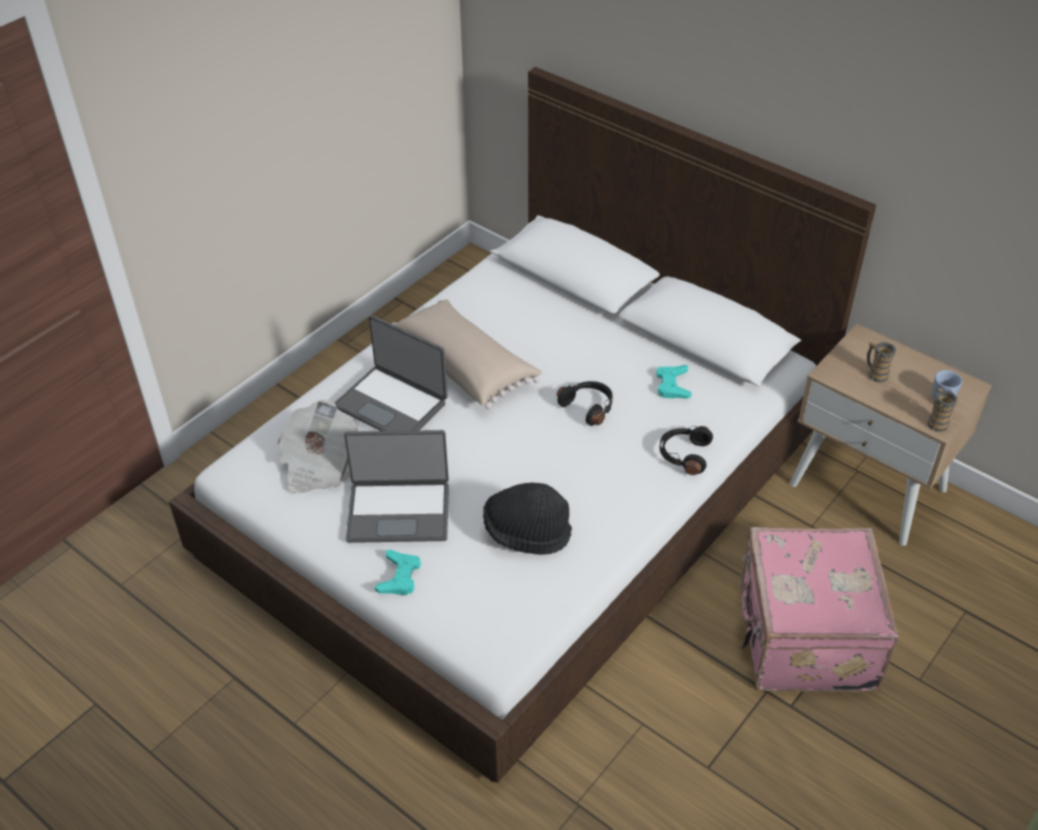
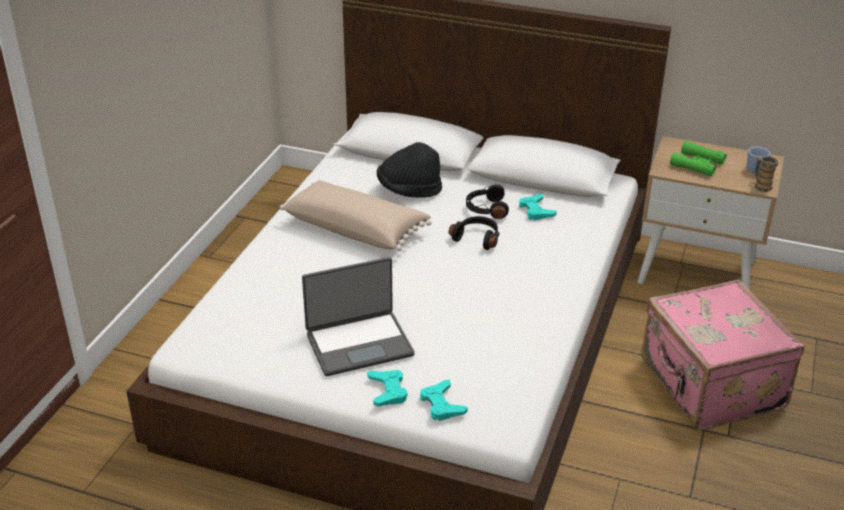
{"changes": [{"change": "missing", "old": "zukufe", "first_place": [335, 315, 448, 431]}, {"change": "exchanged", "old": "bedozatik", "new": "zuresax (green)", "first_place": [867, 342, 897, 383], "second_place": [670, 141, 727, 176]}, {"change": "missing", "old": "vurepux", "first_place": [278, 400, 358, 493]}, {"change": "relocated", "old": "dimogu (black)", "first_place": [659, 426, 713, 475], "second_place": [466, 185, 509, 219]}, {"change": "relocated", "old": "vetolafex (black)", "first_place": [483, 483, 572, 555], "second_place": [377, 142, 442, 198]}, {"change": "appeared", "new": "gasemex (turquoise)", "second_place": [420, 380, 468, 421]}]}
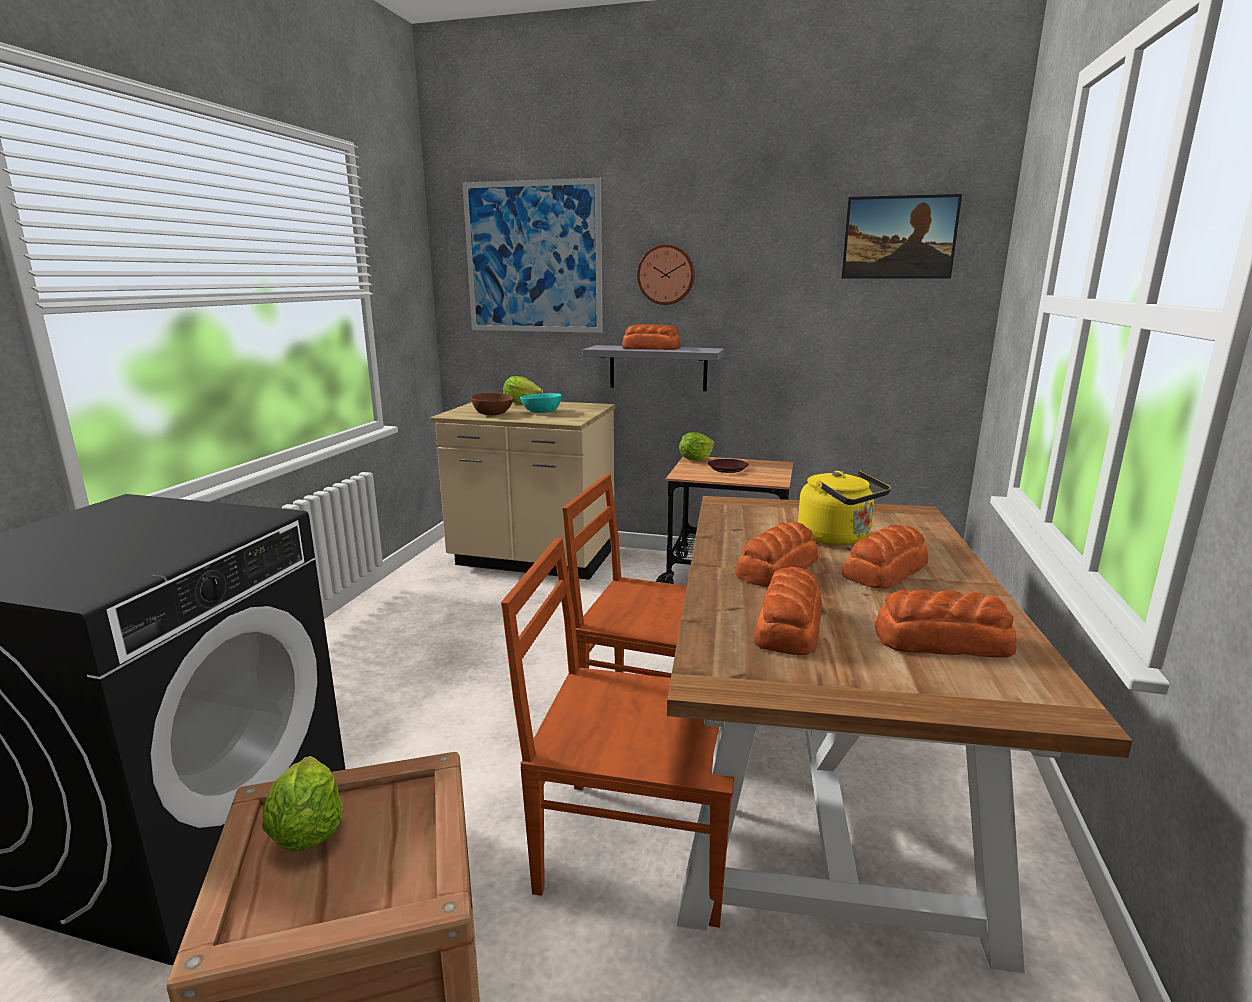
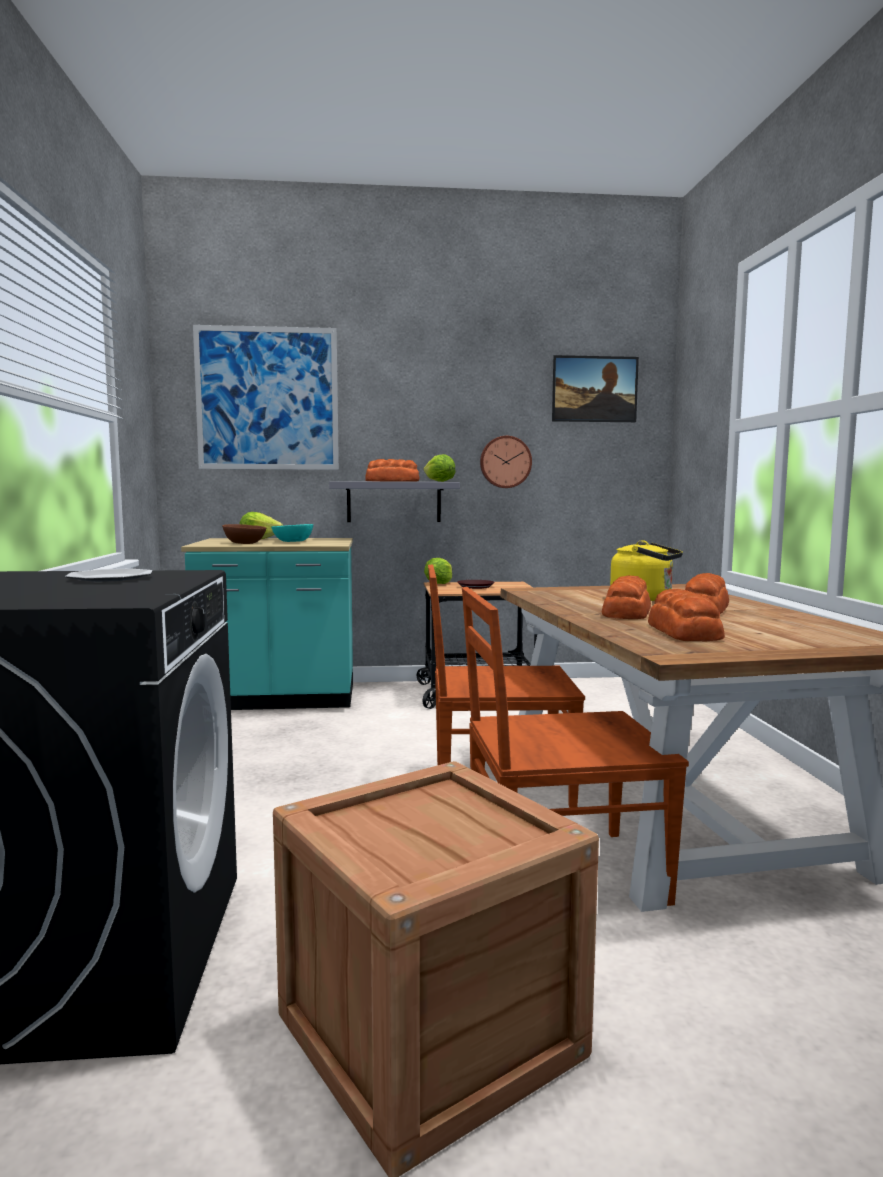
{"changes": [{"change": "relocated", "old": "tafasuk", "first_place": [637, 244, 695, 305], "second_place": [480, 436, 532, 488]}, {"change": "colour", "old": "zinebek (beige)", "new": "zinebek (turquoise)", "first_place": [430, 402, 615, 580], "second_place": [181, 538, 353, 710]}, {"change": "missing", "old": "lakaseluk", "first_place": [875, 590, 1017, 658]}, {"change": "relocated", "old": "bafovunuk", "first_place": [262, 756, 343, 851], "second_place": [423, 454, 456, 482]}, {"change": "appeared", "new": "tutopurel", "second_place": [65, 569, 152, 582]}]}
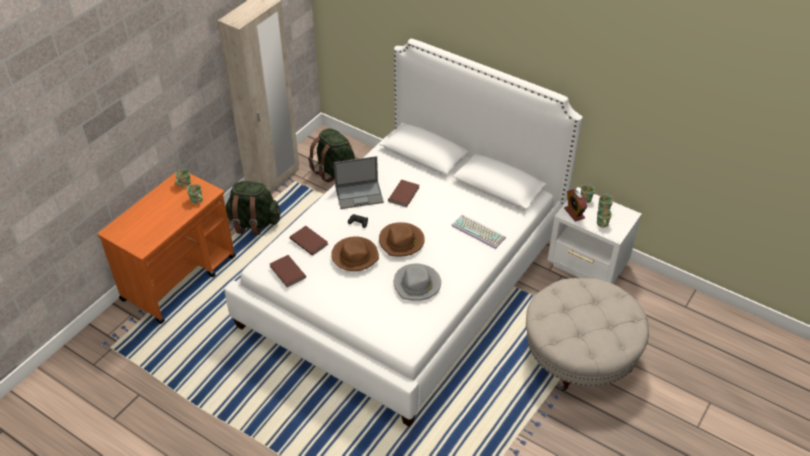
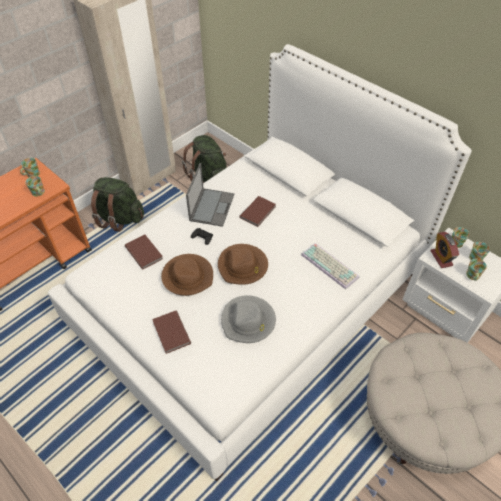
{"changes": [{"change": "spun", "old": "zukufe", "first_place": [334, 156, 384, 209], "second_place": [186, 163, 234, 227], "degrees": -75}, {"change": "relocated", "old": "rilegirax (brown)", "first_place": [270, 255, 306, 287], "second_place": [152, 310, 191, 354]}]}
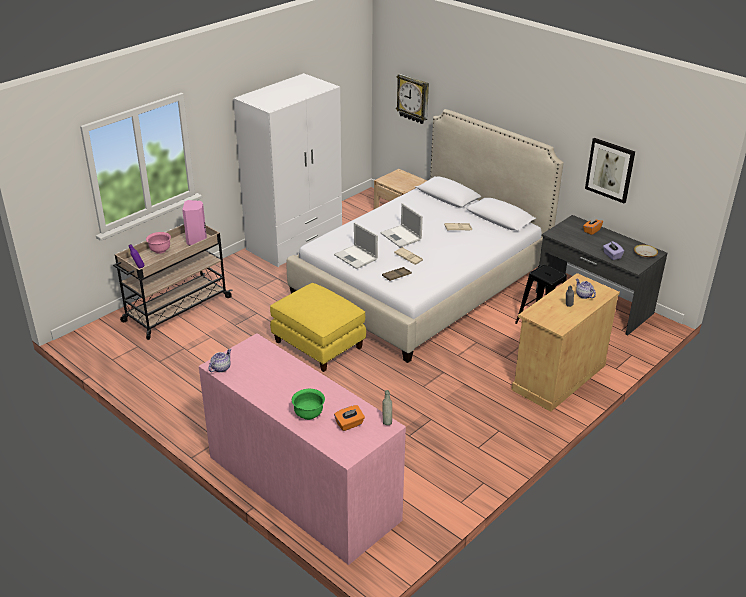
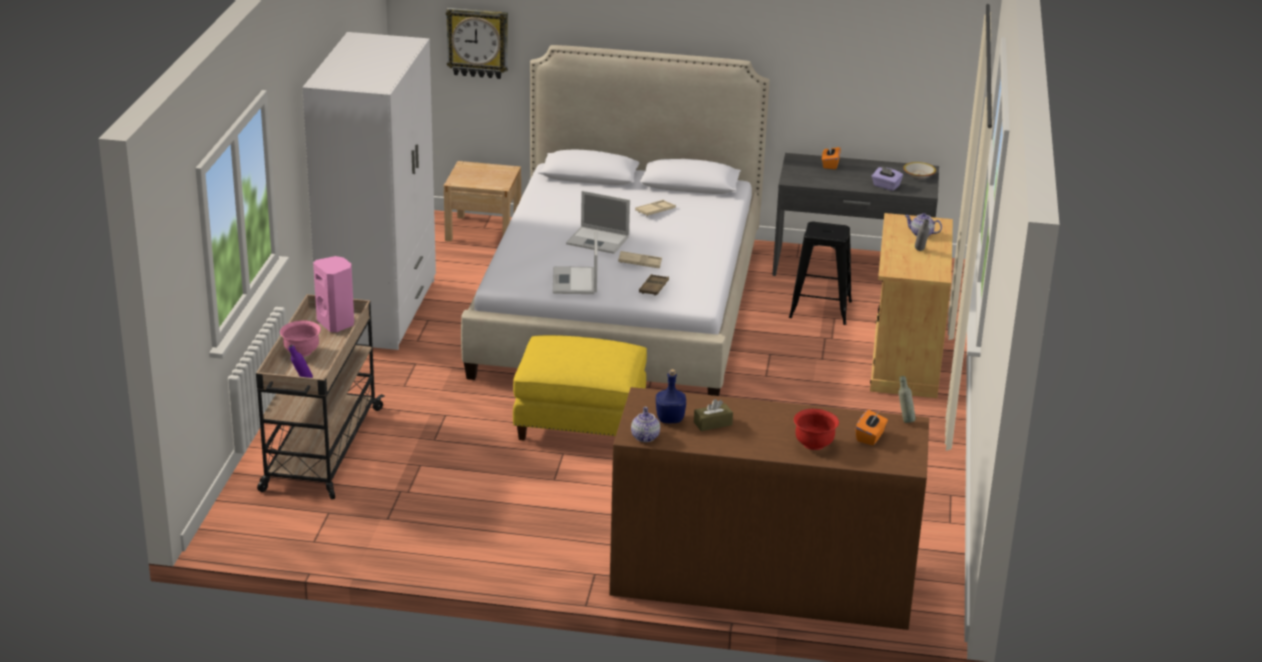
{"changes": [{"change": "missing", "old": "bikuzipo", "first_place": [585, 138, 635, 204]}, {"change": "spun", "old": "zukufe", "first_place": [334, 222, 378, 269], "second_place": [553, 231, 598, 294], "degrees": 75}, {"change": "colour", "old": "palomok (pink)", "new": "palomok (brown)", "first_place": [199, 333, 406, 565], "second_place": [609, 387, 929, 630]}, {"change": "colour", "old": "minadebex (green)", "new": "minadebex (red)", "first_place": [292, 389, 325, 420], "second_place": [794, 409, 839, 450]}, {"change": "appeared", "new": "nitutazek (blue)", "second_place": [656, 369, 686, 423]}, {"change": "appeared", "new": "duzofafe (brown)", "second_place": [694, 399, 733, 431]}]}
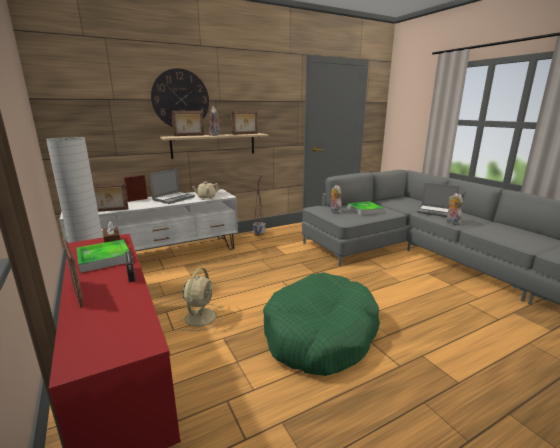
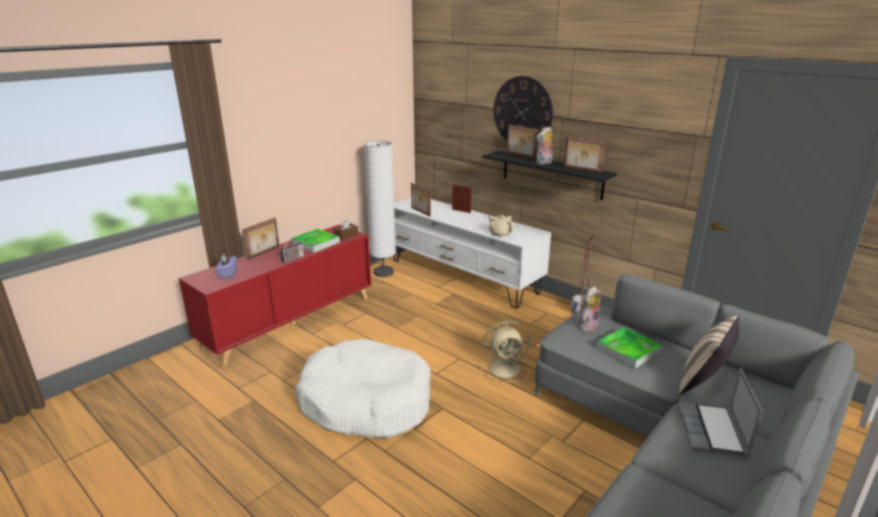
{"changes": [{"change": "colour", "old": "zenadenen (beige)", "new": "zenadenen (black)", "first_place": [160, 133, 269, 159], "second_place": [482, 151, 617, 200]}, {"change": "missing", "old": "zukufe", "first_place": [149, 169, 195, 204]}, {"change": "missing", "old": "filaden", "first_place": [447, 193, 463, 225]}, {"change": "relocated", "old": "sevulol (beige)", "first_place": [179, 268, 224, 331], "second_place": [479, 321, 530, 383]}, {"change": "colour", "old": "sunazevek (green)", "new": "sunazevek (white)", "first_place": [263, 272, 380, 376], "second_place": [296, 339, 431, 438]}, {"change": "appeared", "new": "duzofafe (purple)", "second_place": [216, 254, 237, 278]}, {"change": "appeared", "new": "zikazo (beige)", "second_place": [679, 316, 739, 395]}]}
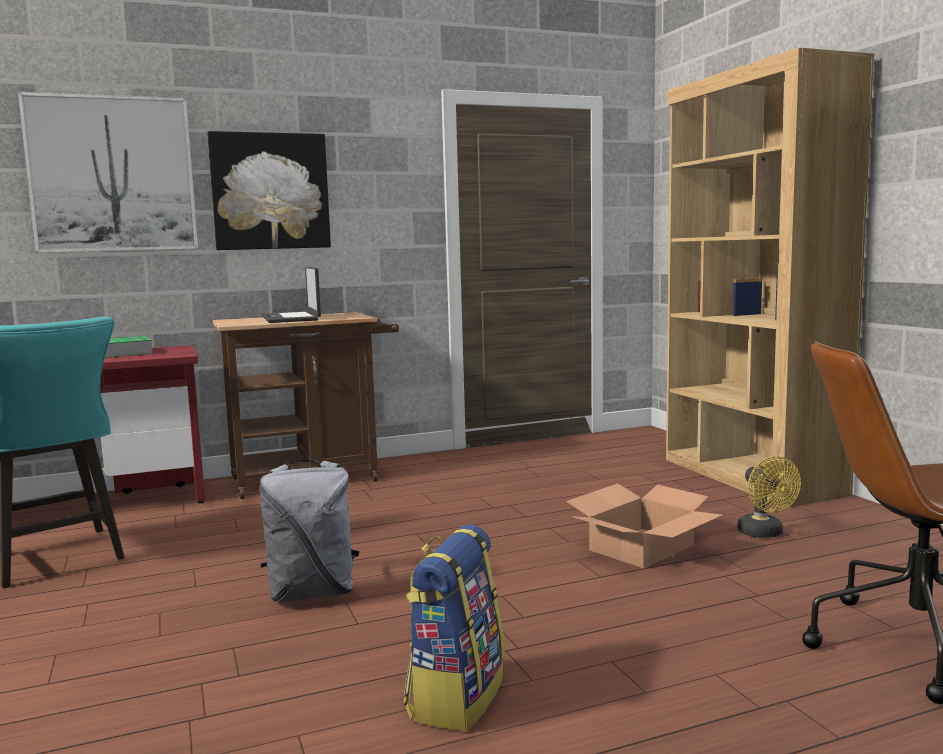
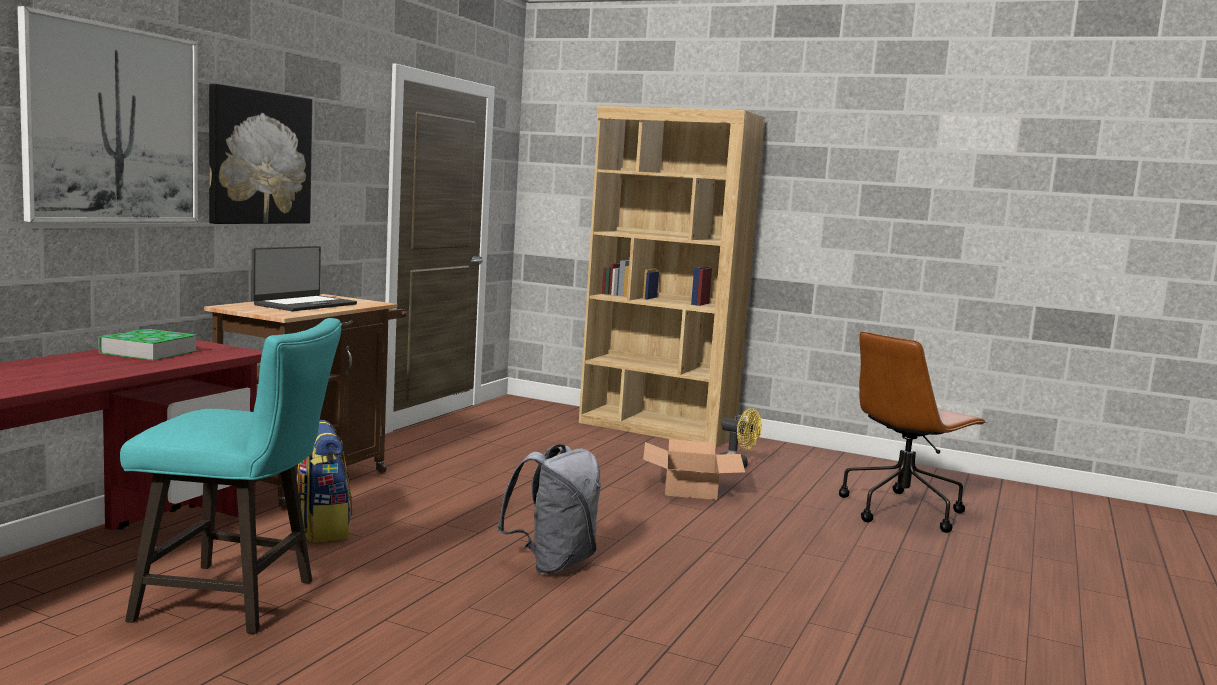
{"changes": [{"change": "spun", "old": "zukufe", "first_place": [262, 267, 321, 323], "second_place": [251, 246, 357, 311], "degrees": -90}, {"change": "relocated", "old": "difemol", "first_place": [404, 525, 505, 732], "second_place": [297, 420, 352, 543]}]}
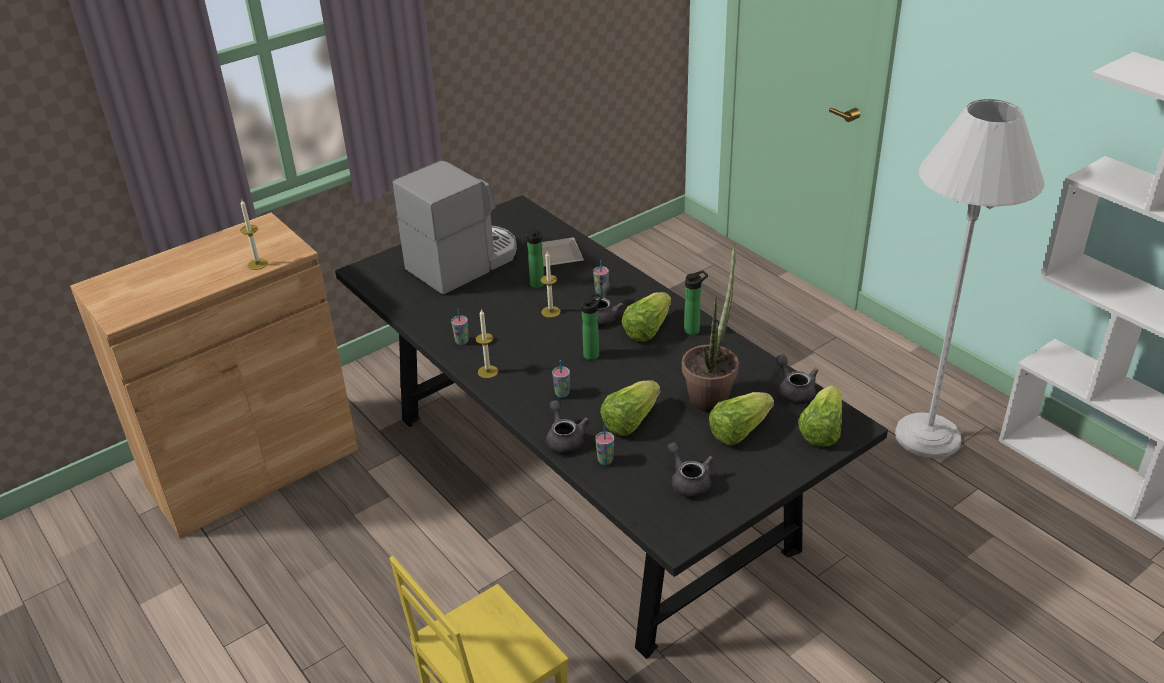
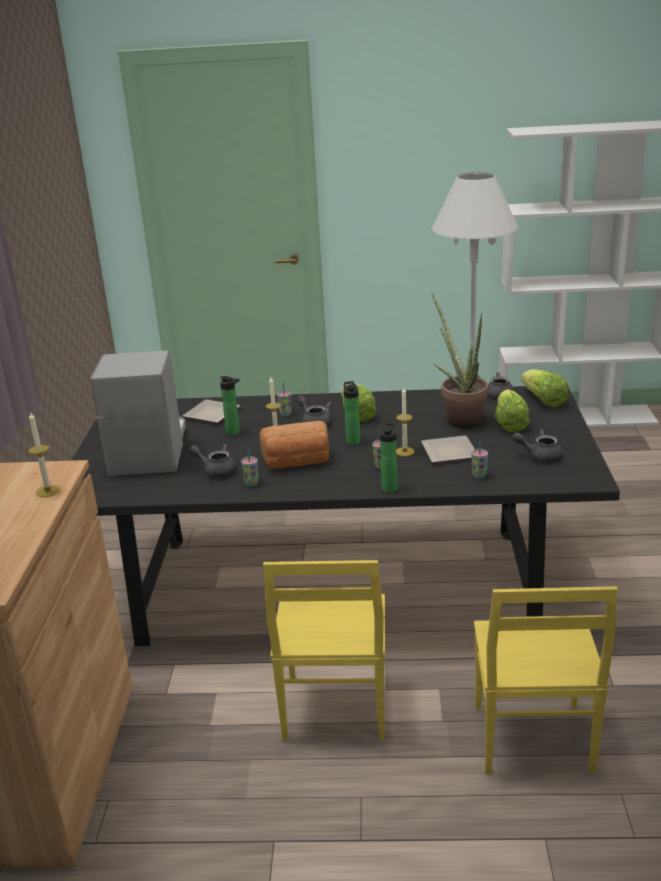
{"changes": [{"change": "relocated", "old": "nitutazek", "first_place": [684, 270, 708, 335], "second_place": [380, 423, 397, 493]}, {"change": "relocated", "old": "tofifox", "first_place": [476, 309, 498, 378], "second_place": [396, 388, 414, 456]}, {"change": "exchanged", "old": "bafovunuk", "new": "tutopurel", "first_place": [600, 380, 660, 436], "second_place": [421, 436, 474, 463]}, {"change": "relocated", "old": "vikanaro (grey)", "first_place": [546, 400, 589, 454], "second_place": [189, 445, 236, 478]}, {"change": "appeared", "new": "lakaseluk", "second_place": [260, 421, 329, 468]}, {"change": "appeared", "new": "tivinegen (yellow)", "second_place": [263, 560, 385, 740]}]}
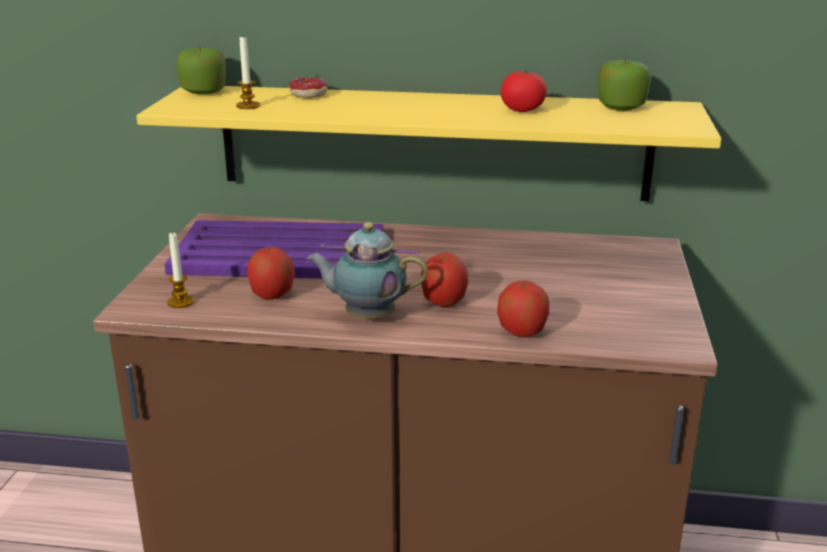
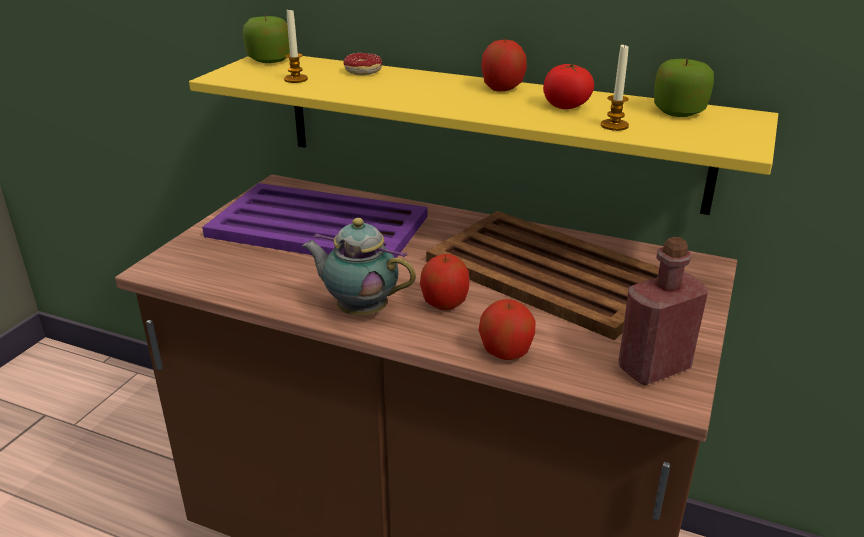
{"changes": [{"change": "relocated", "old": "tofifox", "first_place": [167, 231, 194, 308], "second_place": [601, 45, 629, 131]}, {"change": "relocated", "old": "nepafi", "first_place": [247, 247, 295, 300], "second_place": [481, 40, 527, 91]}, {"change": "appeared", "new": "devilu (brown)", "second_place": [426, 211, 659, 340]}, {"change": "appeared", "new": "nitutazek (red)", "second_place": [618, 237, 708, 385]}]}
